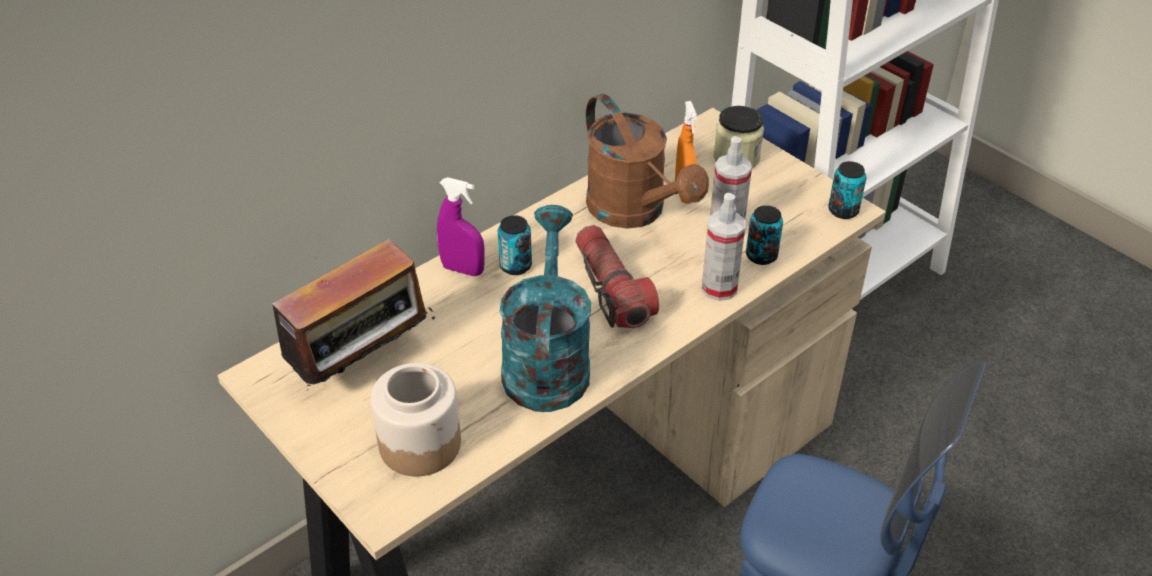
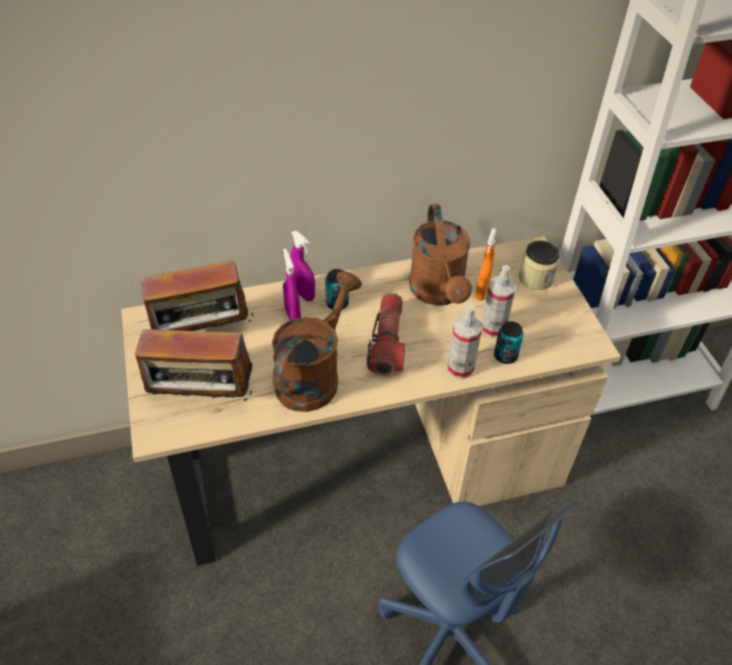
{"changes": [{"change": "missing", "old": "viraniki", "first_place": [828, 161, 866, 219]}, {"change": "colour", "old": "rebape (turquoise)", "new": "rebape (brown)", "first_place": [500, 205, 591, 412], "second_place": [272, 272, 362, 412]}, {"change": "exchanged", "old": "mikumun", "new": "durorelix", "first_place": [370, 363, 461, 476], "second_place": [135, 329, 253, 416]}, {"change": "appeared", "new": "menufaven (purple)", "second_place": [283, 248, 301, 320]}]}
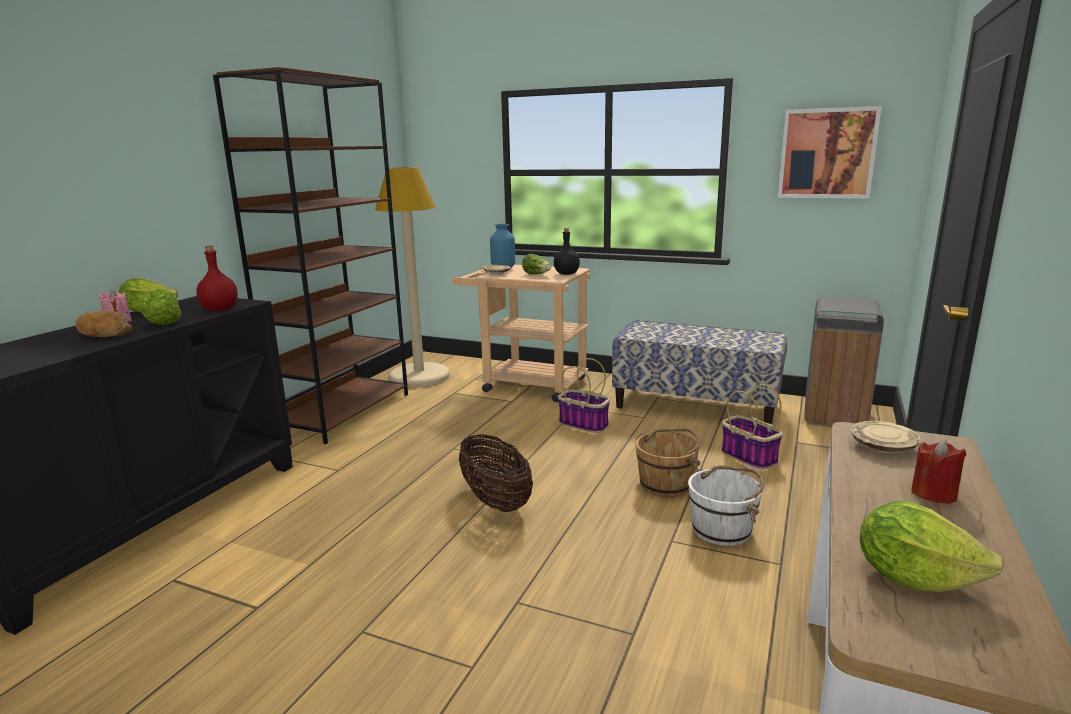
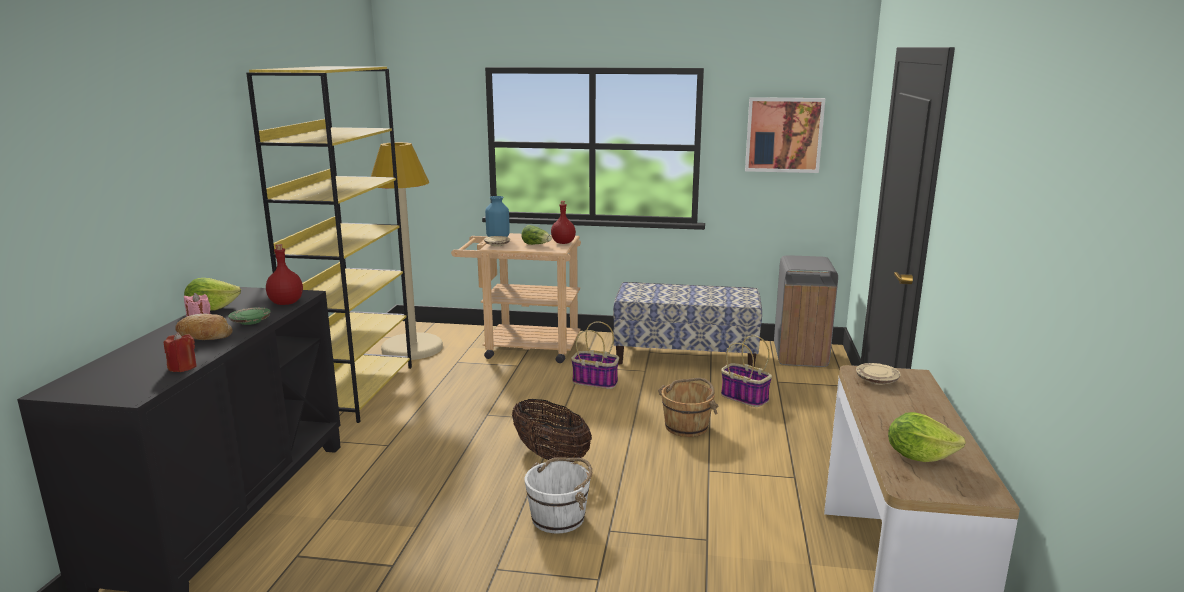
{"changes": [{"change": "colour", "old": "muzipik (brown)", "new": "muzipik (yellow)", "first_place": [213, 67, 408, 444], "second_place": [246, 66, 412, 423]}, {"change": "colour", "old": "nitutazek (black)", "new": "nitutazek (red)", "first_place": [554, 228, 580, 275], "second_place": [551, 201, 576, 244]}, {"change": "exchanged", "old": "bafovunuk", "new": "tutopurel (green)", "first_place": [141, 289, 182, 325], "second_place": [228, 307, 271, 325]}, {"change": "relocated", "old": "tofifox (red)", "first_place": [911, 440, 967, 504], "second_place": [164, 332, 197, 372]}, {"change": "relocated", "old": "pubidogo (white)", "first_place": [688, 465, 765, 546], "second_place": [525, 458, 592, 534]}]}
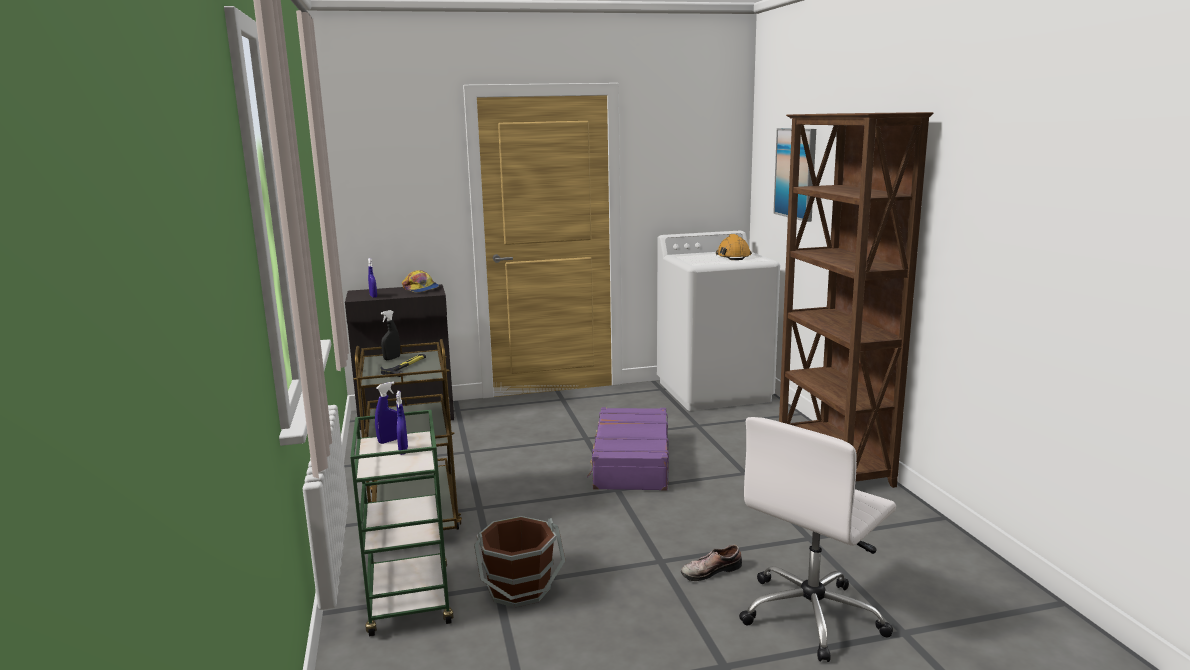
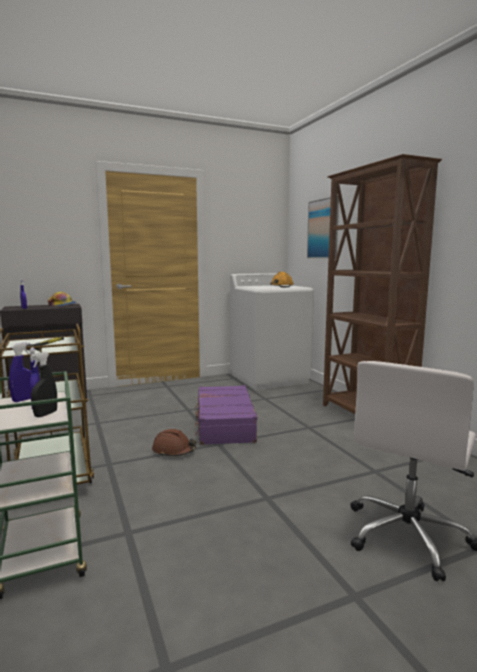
{"changes": [{"change": "relocated", "old": "menufaven (black)", "first_place": [381, 310, 400, 360], "second_place": [31, 352, 57, 417]}, {"change": "missing", "old": "pubidogo (brown)", "first_place": [474, 516, 566, 608]}, {"change": "missing", "old": "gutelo", "first_place": [681, 545, 742, 581]}, {"change": "appeared", "new": "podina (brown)", "second_place": [152, 429, 196, 457]}]}
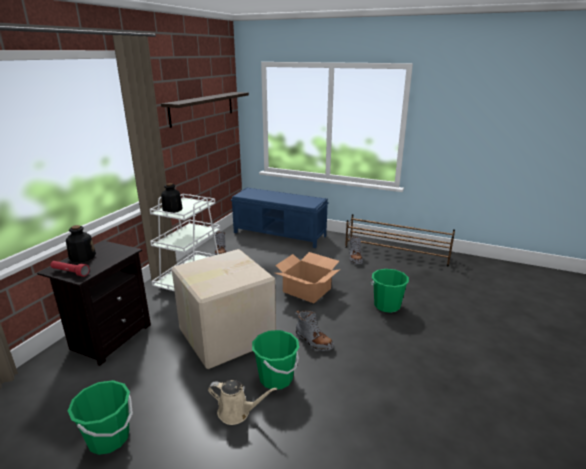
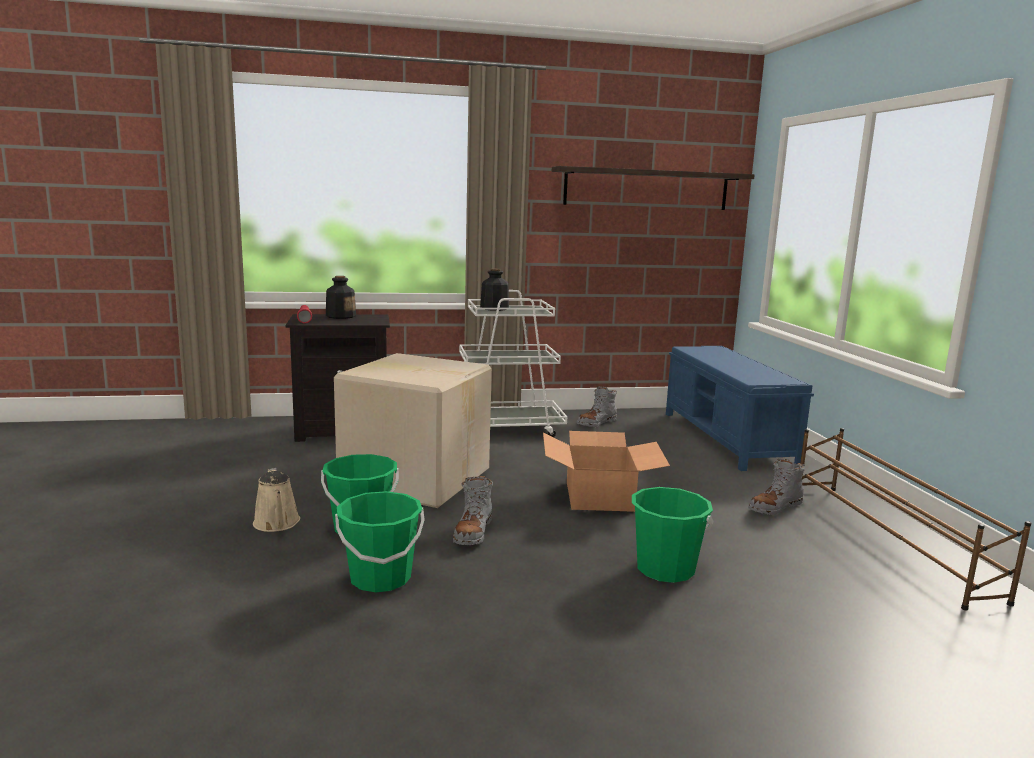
{"changes": [{"change": "relocated", "old": "pubidogo (green)", "first_place": [68, 380, 133, 455], "second_place": [335, 491, 425, 592]}]}
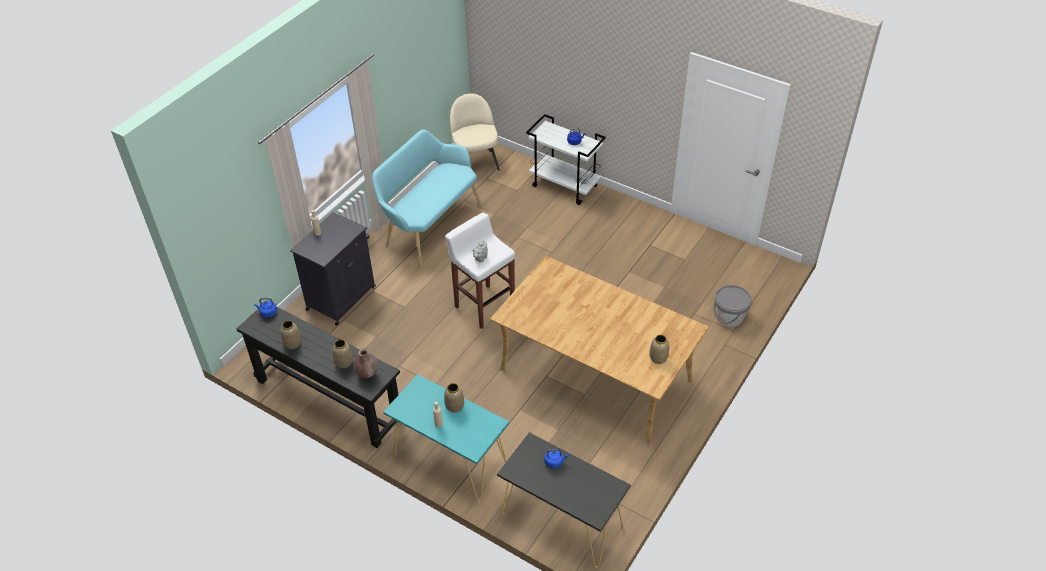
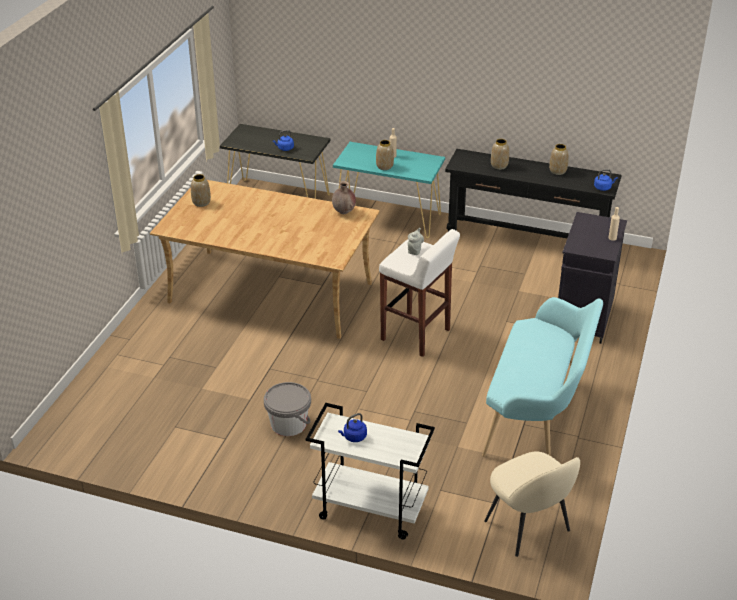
{"changes": [{"change": "relocated", "old": "pubidogo (grey)", "first_place": [714, 285, 752, 327], "second_place": [264, 382, 311, 436]}, {"change": "relocated", "old": "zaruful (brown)", "first_place": [354, 348, 378, 378], "second_place": [332, 181, 356, 214]}]}
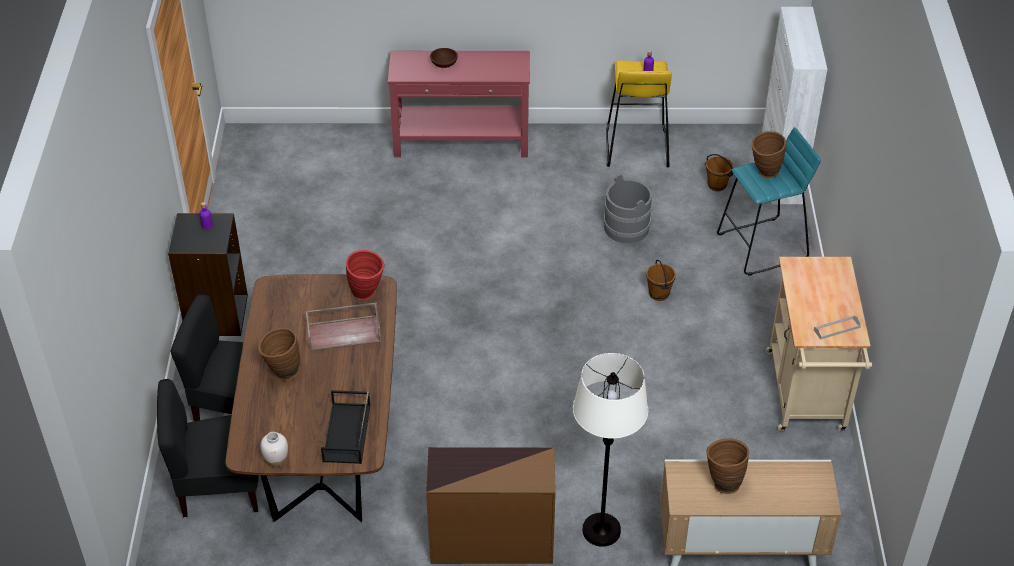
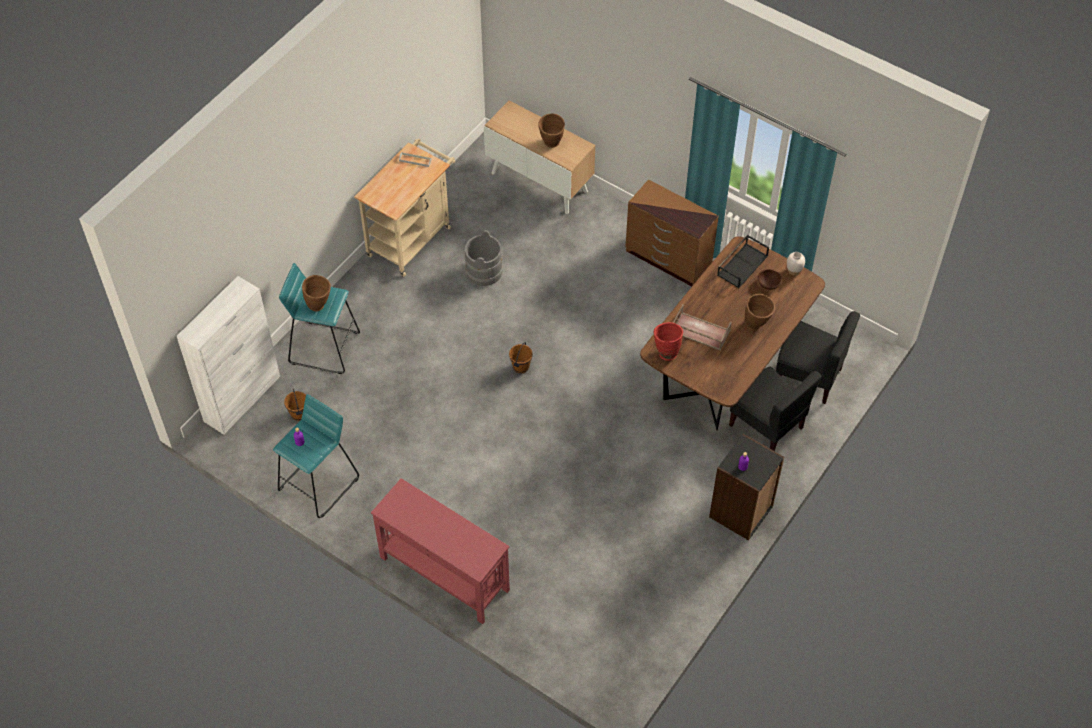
{"changes": [{"change": "relocated", "old": "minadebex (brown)", "first_place": [430, 48, 458, 68], "second_place": [757, 269, 782, 290]}, {"change": "colour", "old": "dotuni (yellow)", "new": "dotuni (turquoise)", "first_place": [606, 60, 672, 167], "second_place": [273, 394, 359, 518]}, {"change": "relocated", "old": "pubidogo (grey)", "first_place": [604, 174, 652, 243], "second_place": [464, 230, 503, 286]}, {"change": "relocated", "old": "pubidogo (brown)", "first_place": [646, 260, 676, 301], "second_place": [509, 342, 533, 373]}, {"change": "missing", "old": "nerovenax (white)", "first_place": [573, 353, 648, 547]}]}
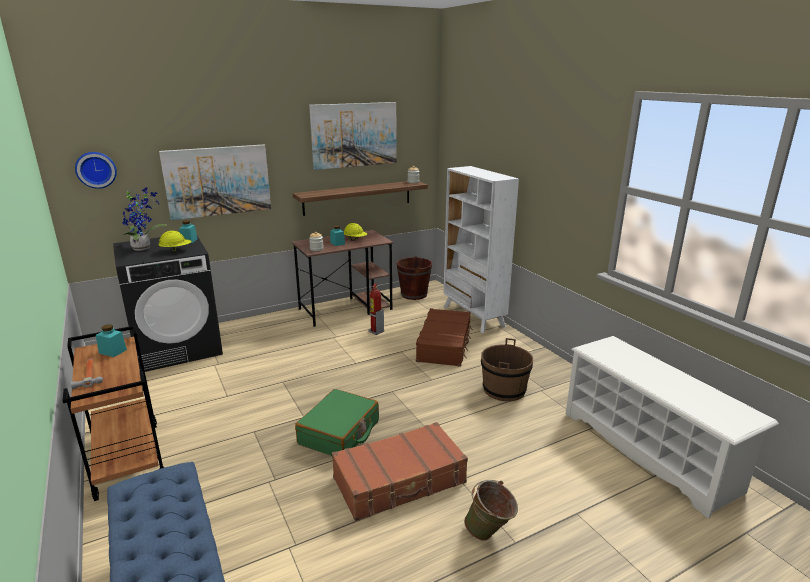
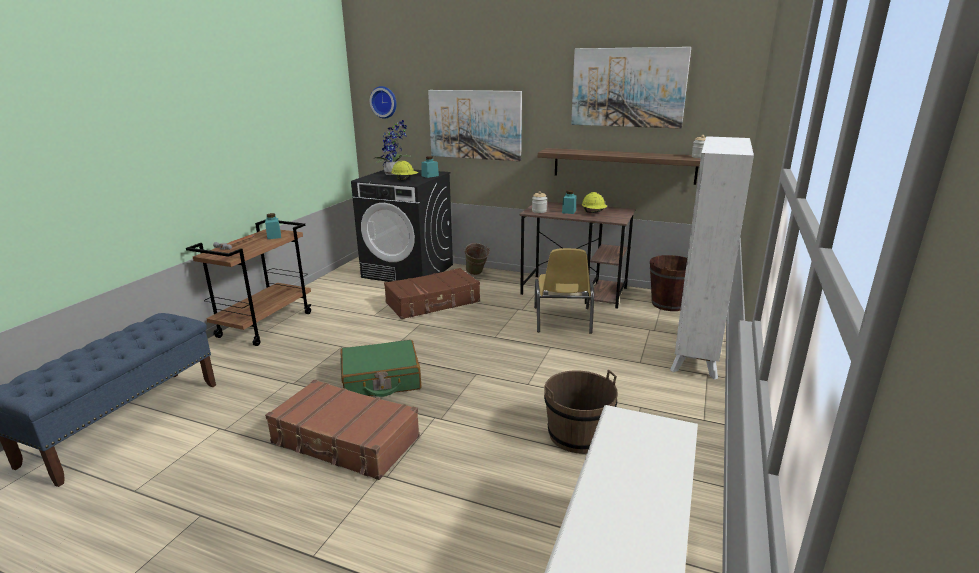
{"changes": [{"change": "exchanged", "old": "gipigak", "new": "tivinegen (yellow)", "first_place": [369, 284, 384, 335], "second_place": [534, 248, 594, 334]}, {"change": "relocated", "old": "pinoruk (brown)", "first_place": [416, 308, 473, 367], "second_place": [384, 268, 480, 319]}, {"change": "relocated", "old": "pubidogo (green)", "first_place": [464, 480, 518, 541], "second_place": [464, 243, 490, 275]}]}
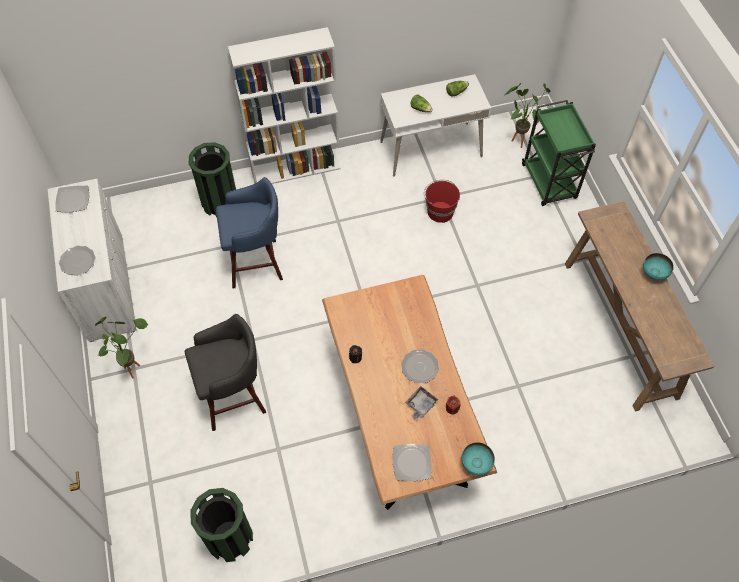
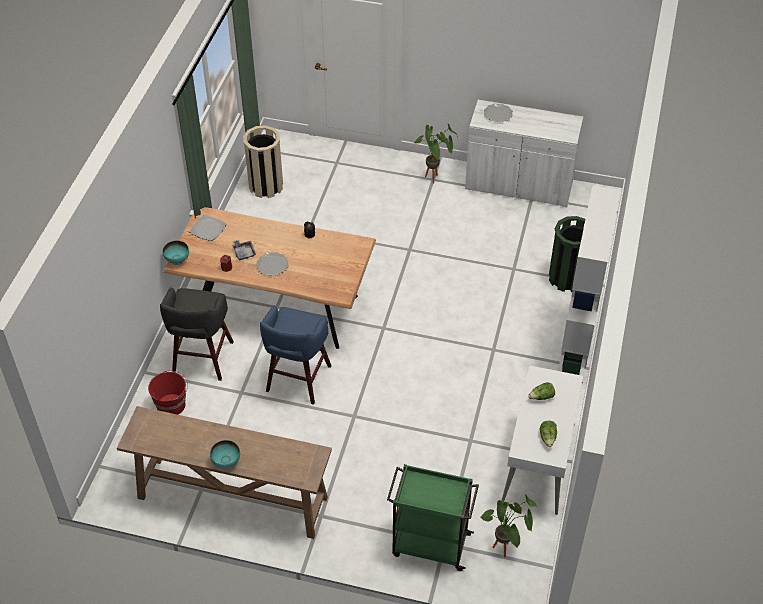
{"changes": [{"change": "relocated", "old": "dotuni (blue)", "first_place": [216, 177, 283, 288], "second_place": [260, 305, 331, 405]}, {"change": "relocated", "old": "pubidogo (red)", "first_place": [424, 180, 460, 223], "second_place": [148, 371, 188, 415]}, {"change": "missing", "old": "tutopurel", "first_place": [55, 186, 89, 212]}, {"change": "relocated", "old": "dotuni (grey)", "first_place": [185, 314, 266, 431], "second_place": [160, 287, 234, 381]}, {"change": "colour", "old": "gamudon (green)", "new": "gamudon (beige)", "first_place": [191, 488, 253, 562], "second_place": [243, 125, 283, 198]}]}
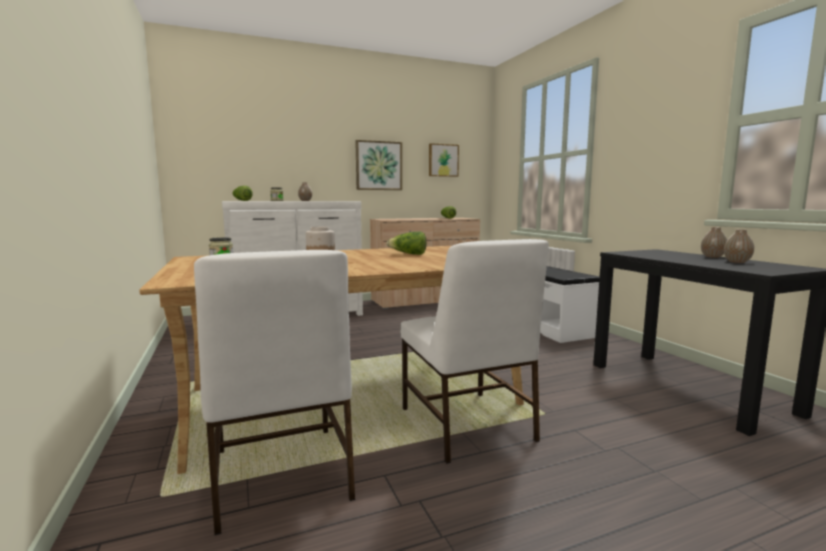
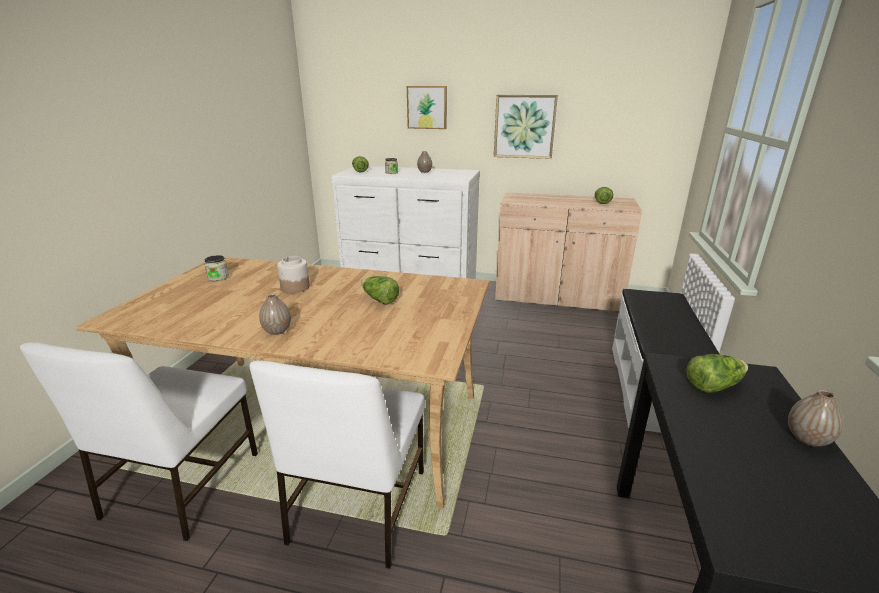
{"changes": [{"change": "relocated", "old": "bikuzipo", "first_place": [429, 143, 459, 177], "second_place": [407, 86, 447, 129]}, {"change": "relocated", "old": "zaruful", "first_place": [724, 229, 754, 263], "second_place": [259, 294, 291, 335]}, {"change": "appeared", "new": "bafovunuk", "second_place": [686, 354, 748, 393]}]}
